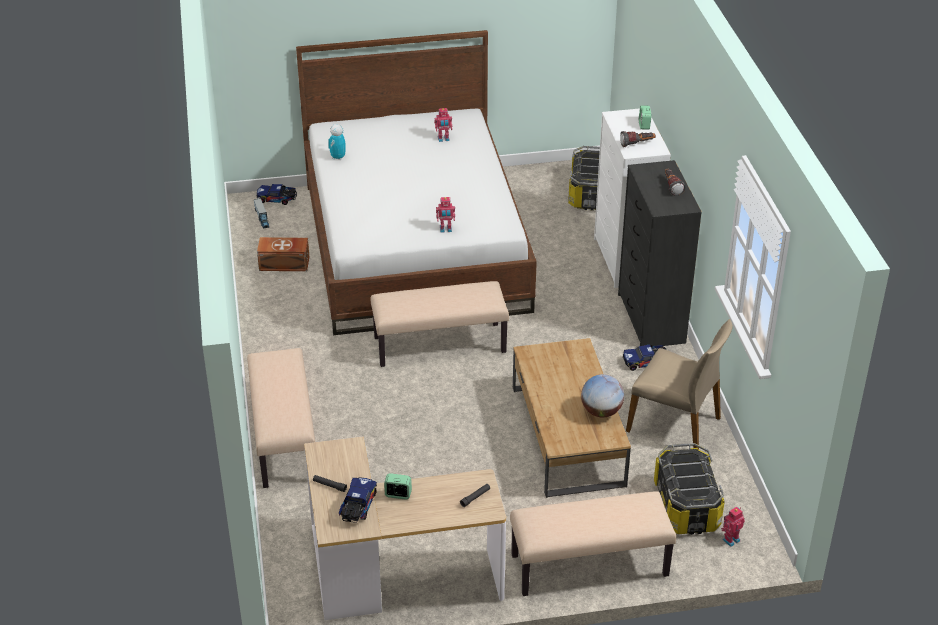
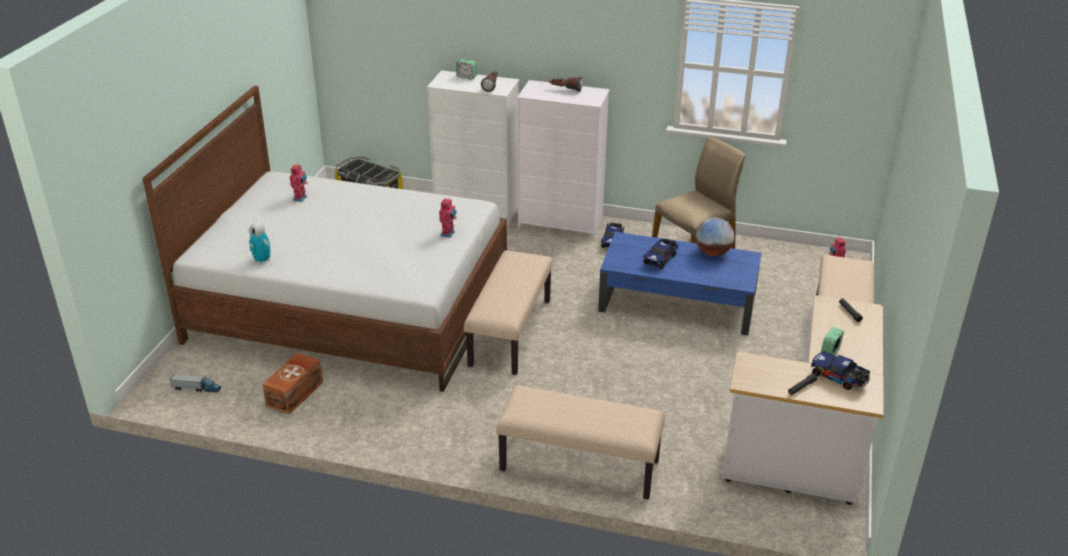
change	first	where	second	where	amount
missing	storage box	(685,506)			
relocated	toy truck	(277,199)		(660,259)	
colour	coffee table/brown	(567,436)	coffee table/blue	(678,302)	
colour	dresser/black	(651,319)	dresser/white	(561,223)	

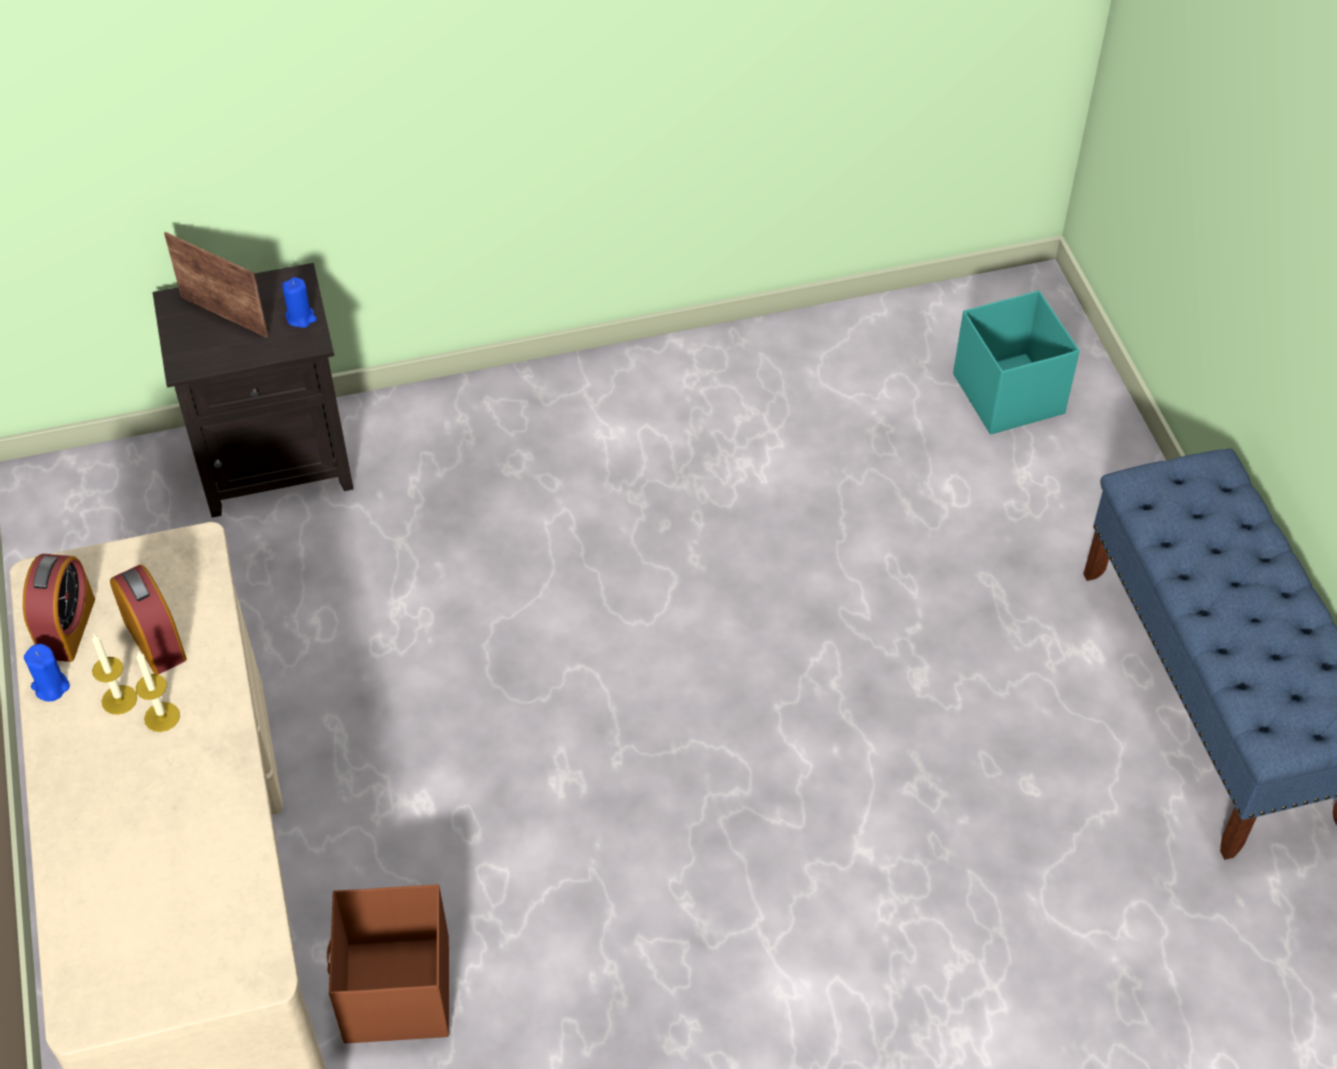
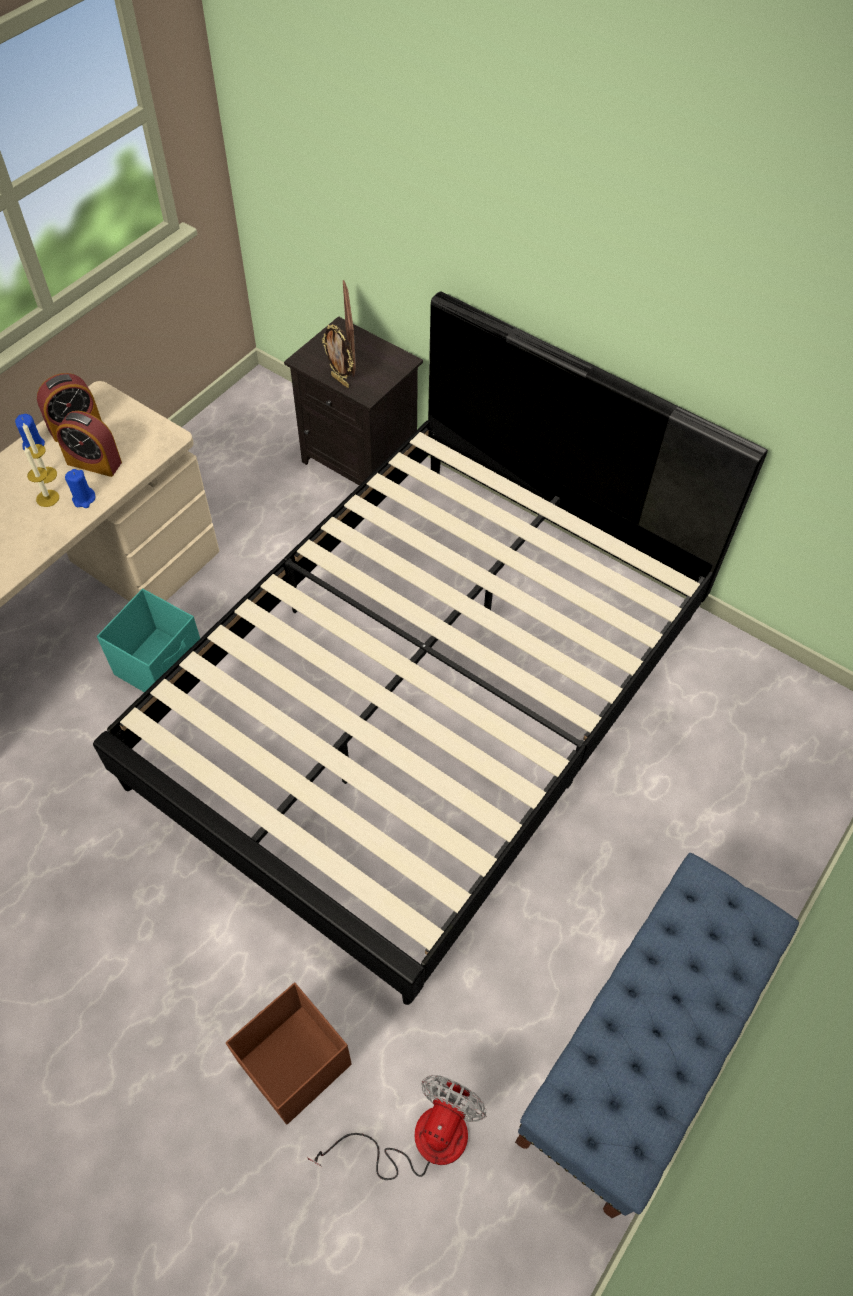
change	first	where	second	where	amount
appeared			bed/black	(426,696)	
appeared			fan	(420,1140)	
appeared			picture frame	(341,381)	
relocated	candle/blue	(301,317)		(84,499)	
relocated	storage box/brown	(396,992)		(293,1064)	
relocated	storage box/turquoise	(1008,393)		(161,665)	
spun	alarm clock	(155,640)		(94,463)	90 degrees clockwise

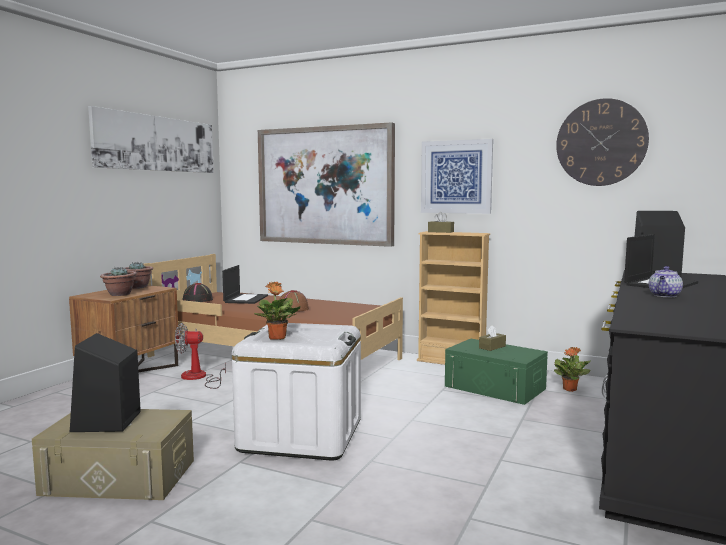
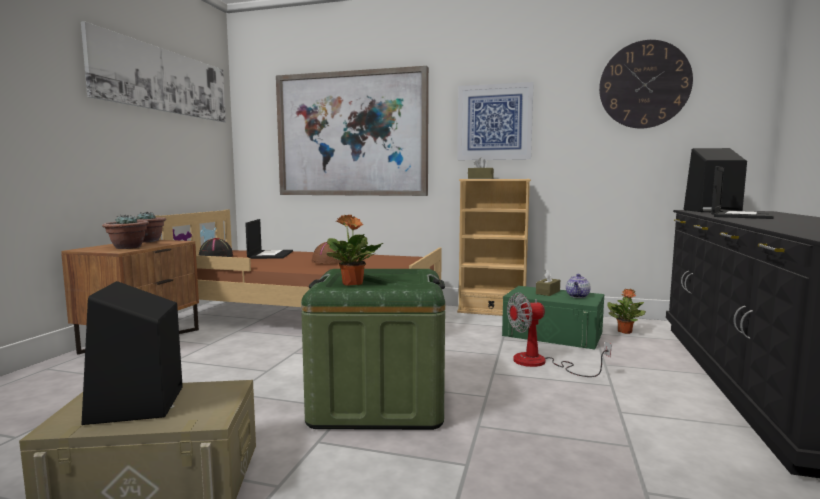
change	first	where	second	where	amount
relocated	fan	(198,378)		(541,363)	
relocated	teapot	(664,295)		(577,296)	
colour	storage box/white	(301,435)	storage box/green	(378,400)	

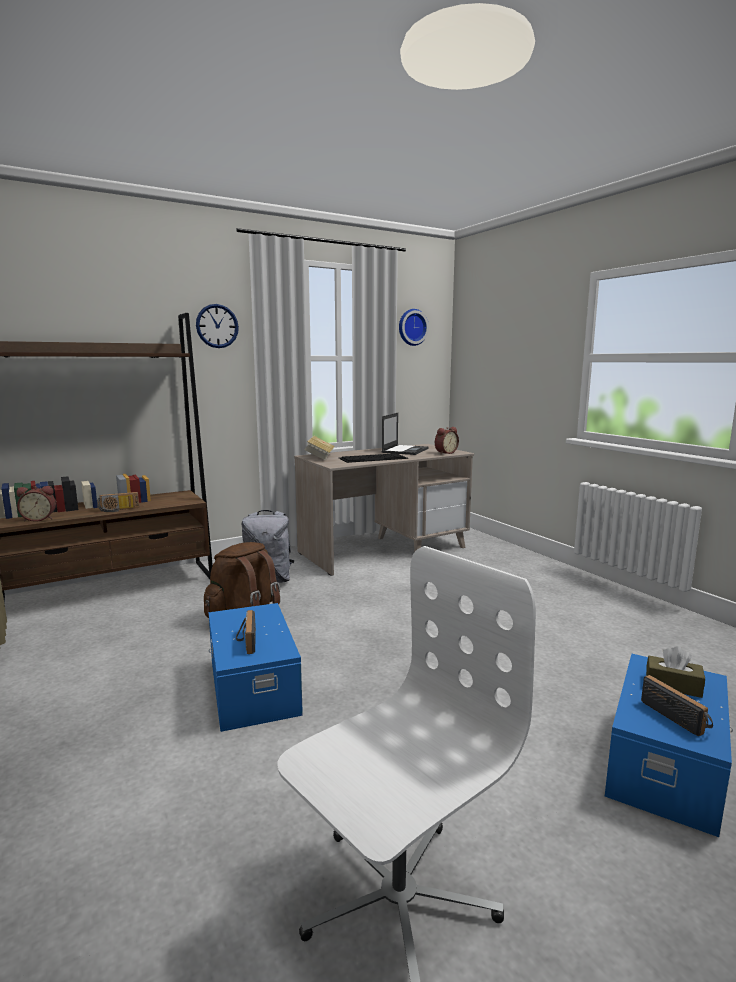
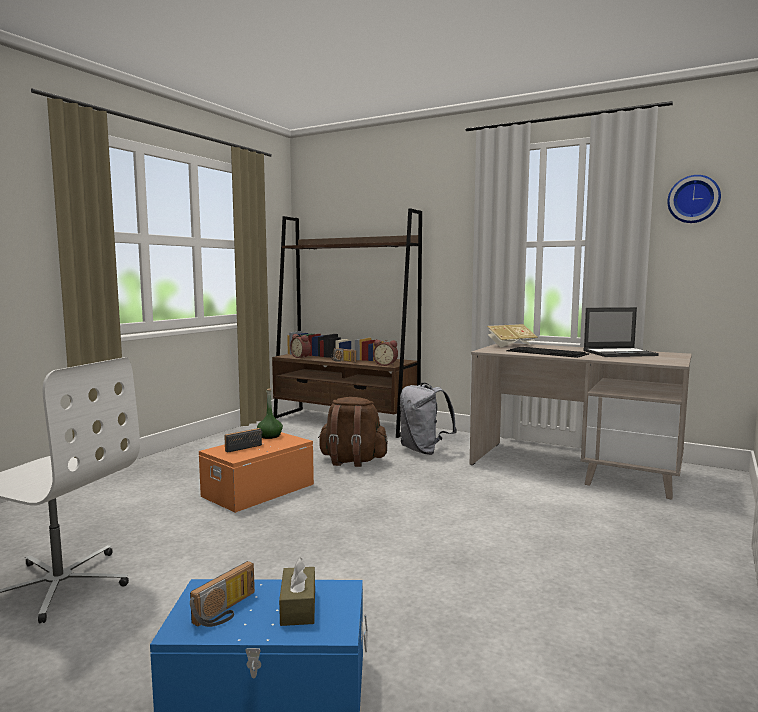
change	first	where	second	where	amount
missing	wall clock	(217,326)			
appeared			bottle/green	(270,436)	
relocated	alarm clock	(445,453)		(386,364)	
colour	storage box/blue	(252,687)	storage box/orange	(257,490)	

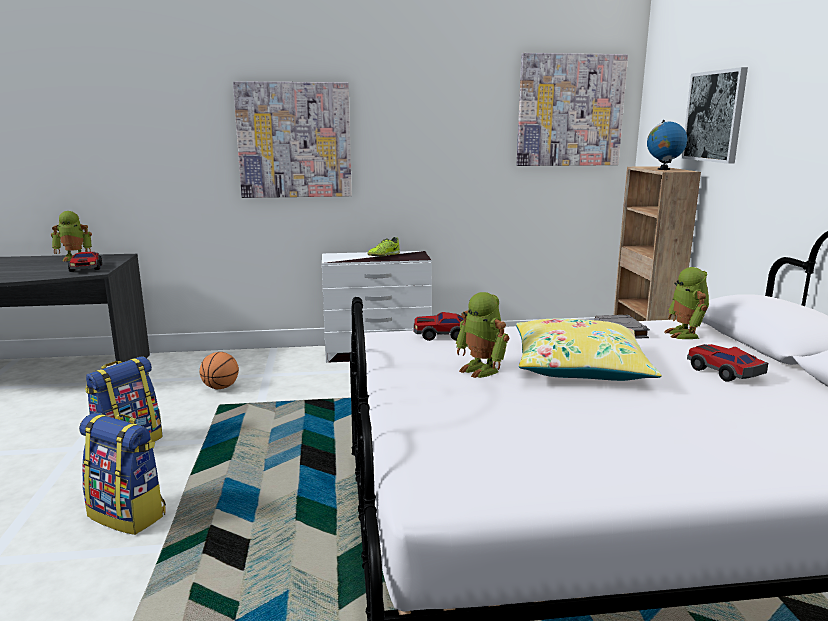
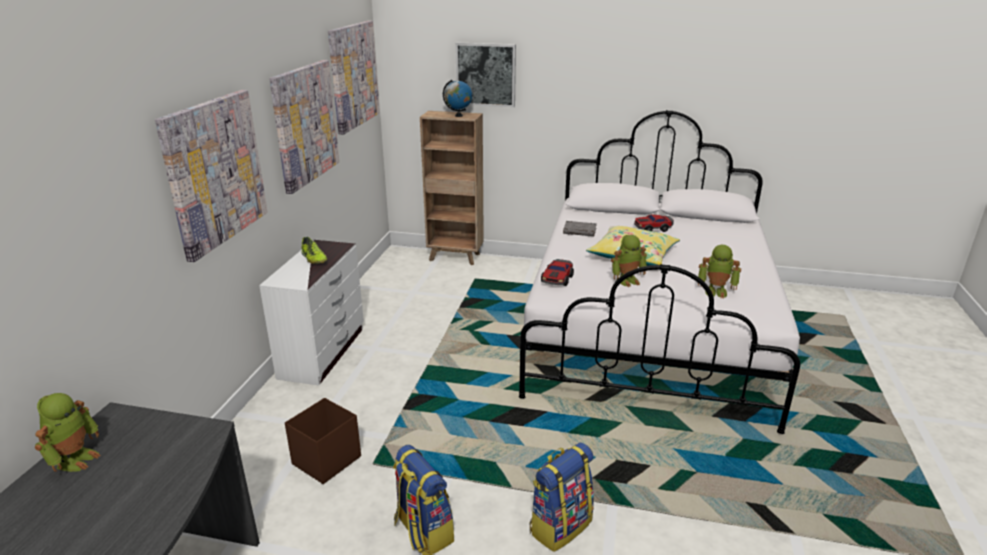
change	first	where	second	where	amount
missing	toy car	(86,268)			
appeared			picture	(304,124)	
relocated	toy robot	(685,334)		(716,291)	
exchanged	basketball	(220,388)	storage box/brown	(325,461)	

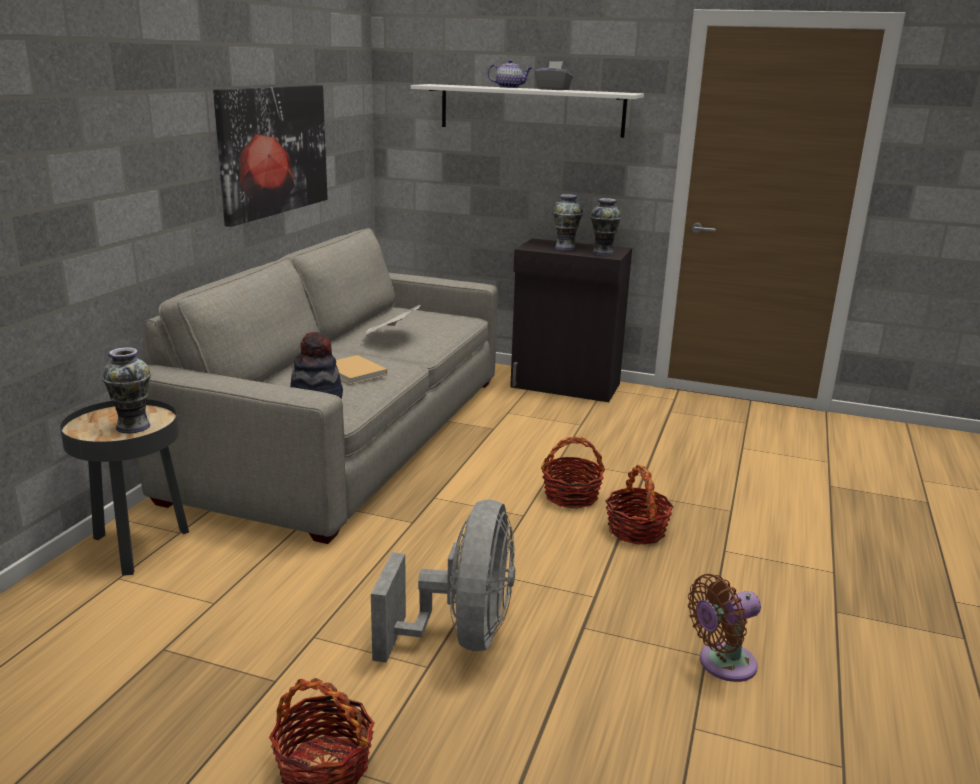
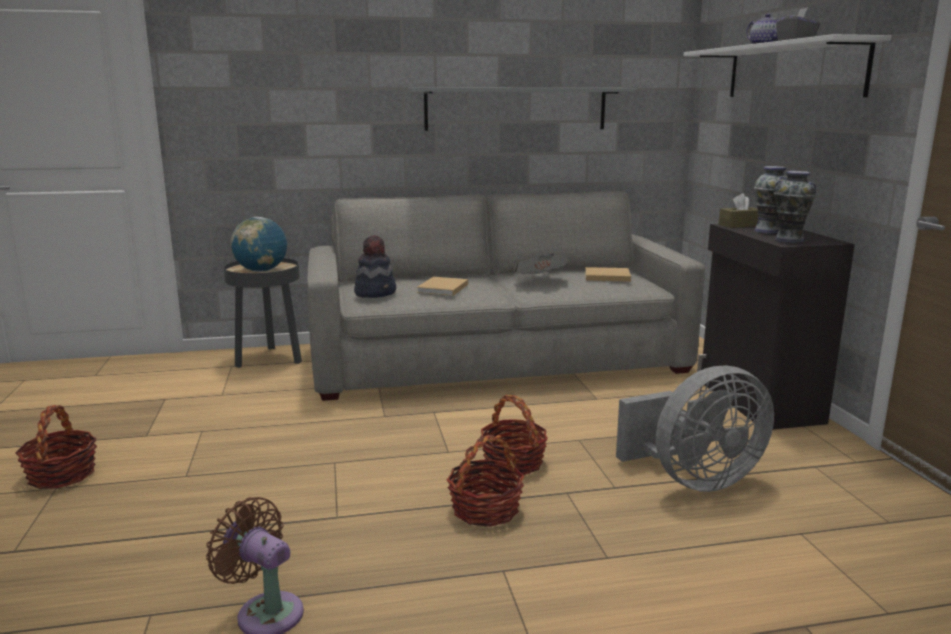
change	first	where	second	where	amount
appeared			book/beige	(605,276)	
appeared			tissue box/brown	(740,225)	
relocated	fan/grey	(461,636)		(694,480)	
exchanged	vase	(132,426)	globe	(261,271)	
exchanged	picture	(273,150)	shelf/grey	(516,109)	

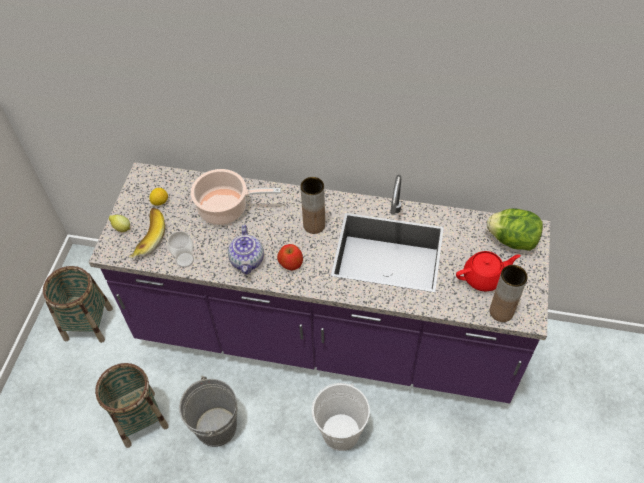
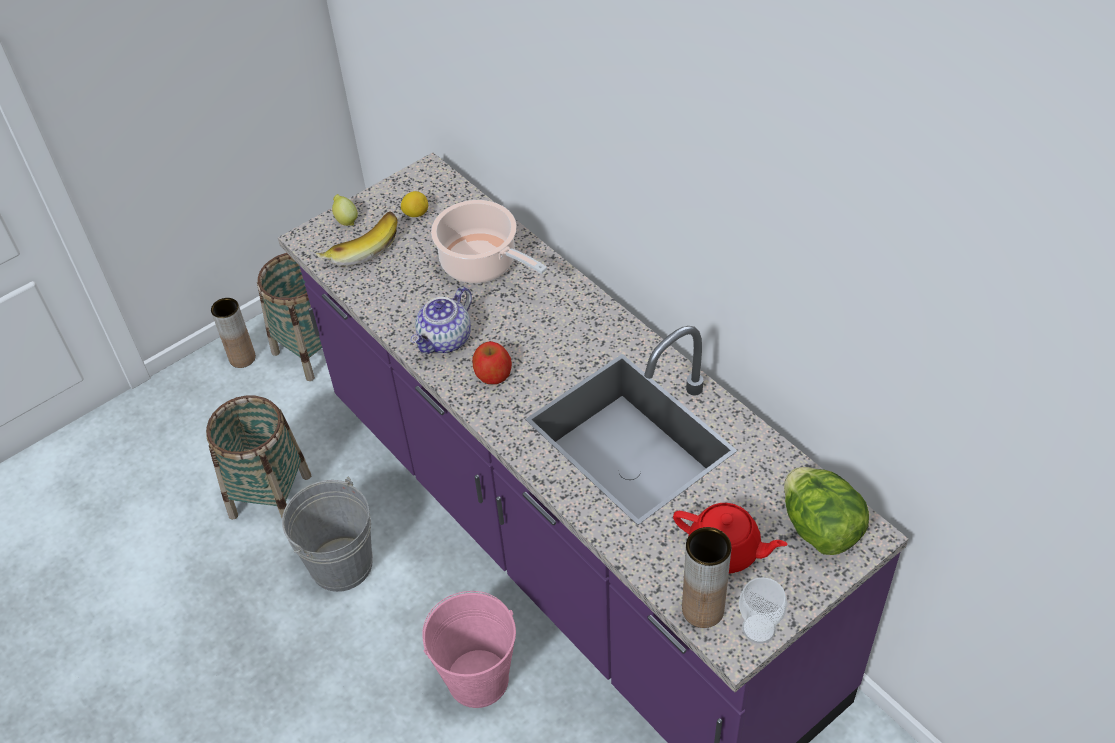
change	first	where	second	where	amount
relocated	cup	(185,260)		(758,628)	
relocated	vase/brown	(314,225)		(242,358)	
colour	bucket/white	(341,432)	bucket/pink	(478,679)	

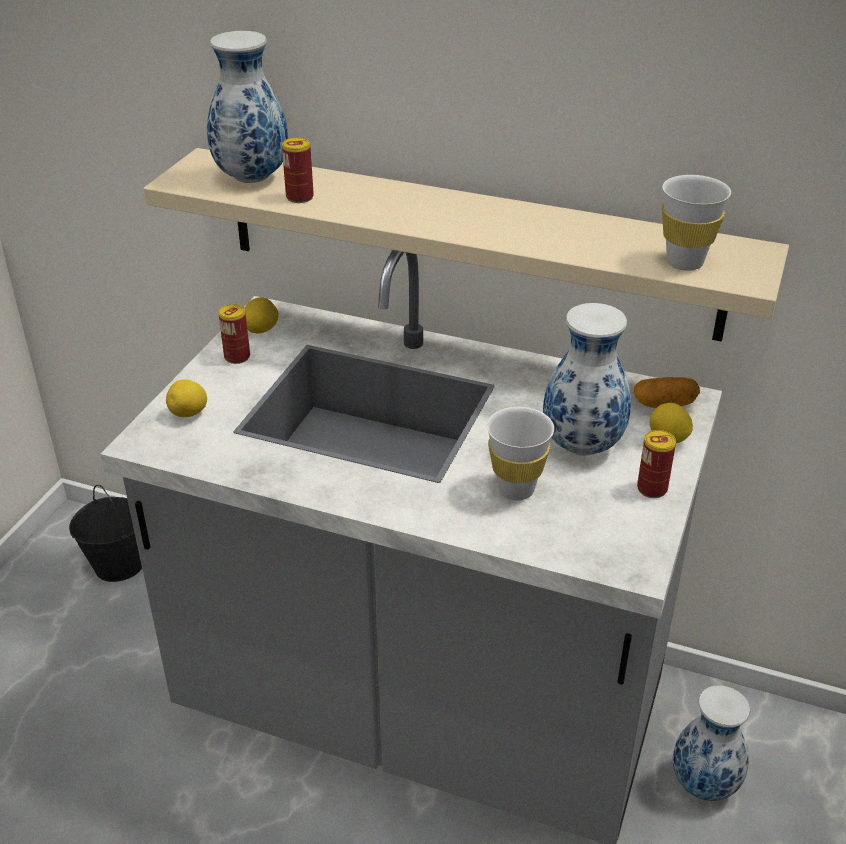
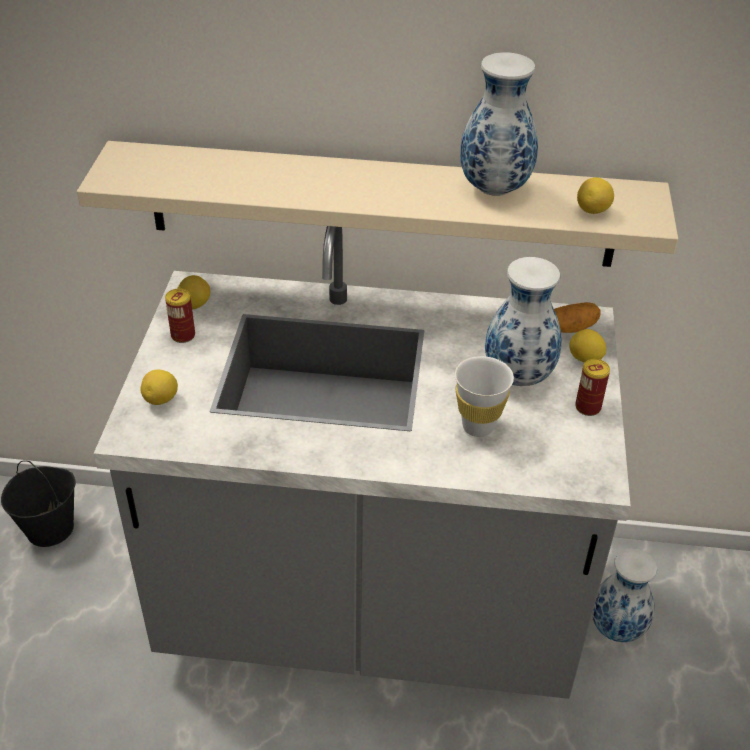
change	first	where	second	where	amount
missing	can	(299,197)			
relocated	vase	(251,177)		(493,188)	
exchanged	cup/white	(684,262)	lemon	(593,211)	

